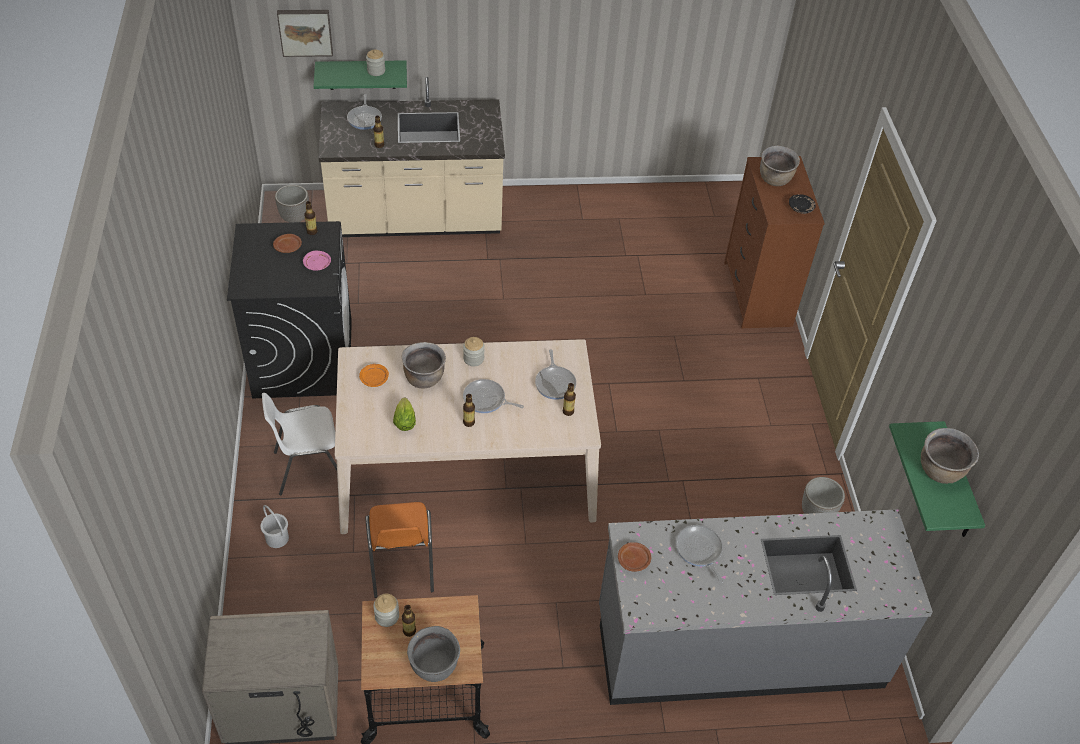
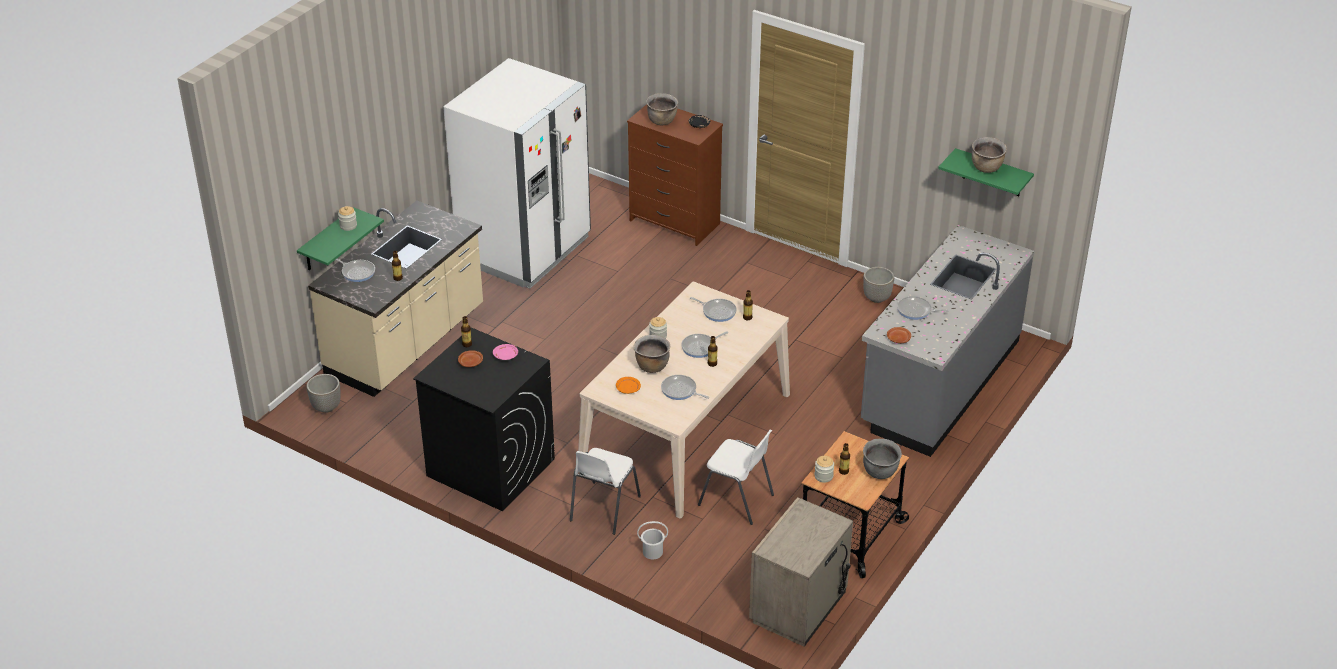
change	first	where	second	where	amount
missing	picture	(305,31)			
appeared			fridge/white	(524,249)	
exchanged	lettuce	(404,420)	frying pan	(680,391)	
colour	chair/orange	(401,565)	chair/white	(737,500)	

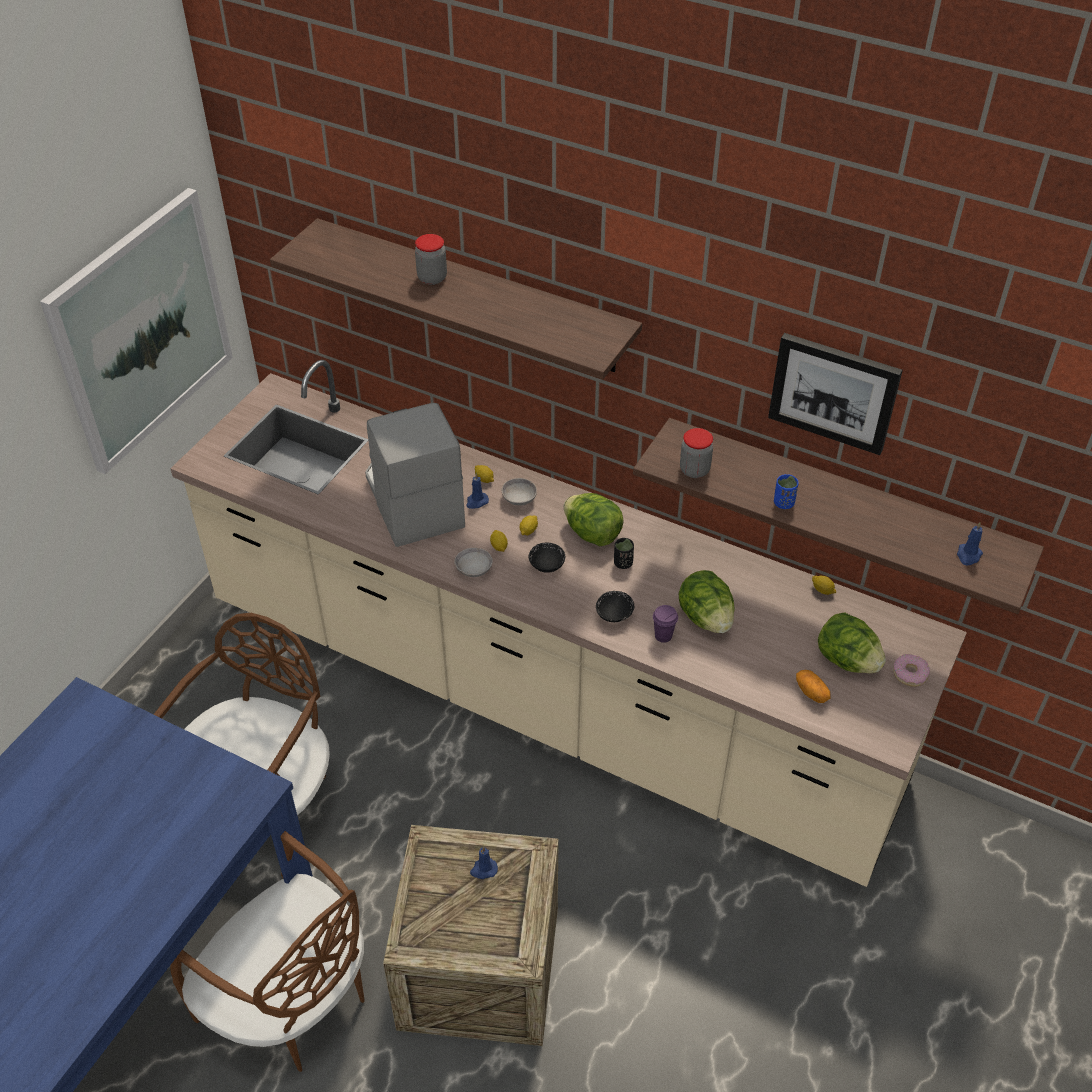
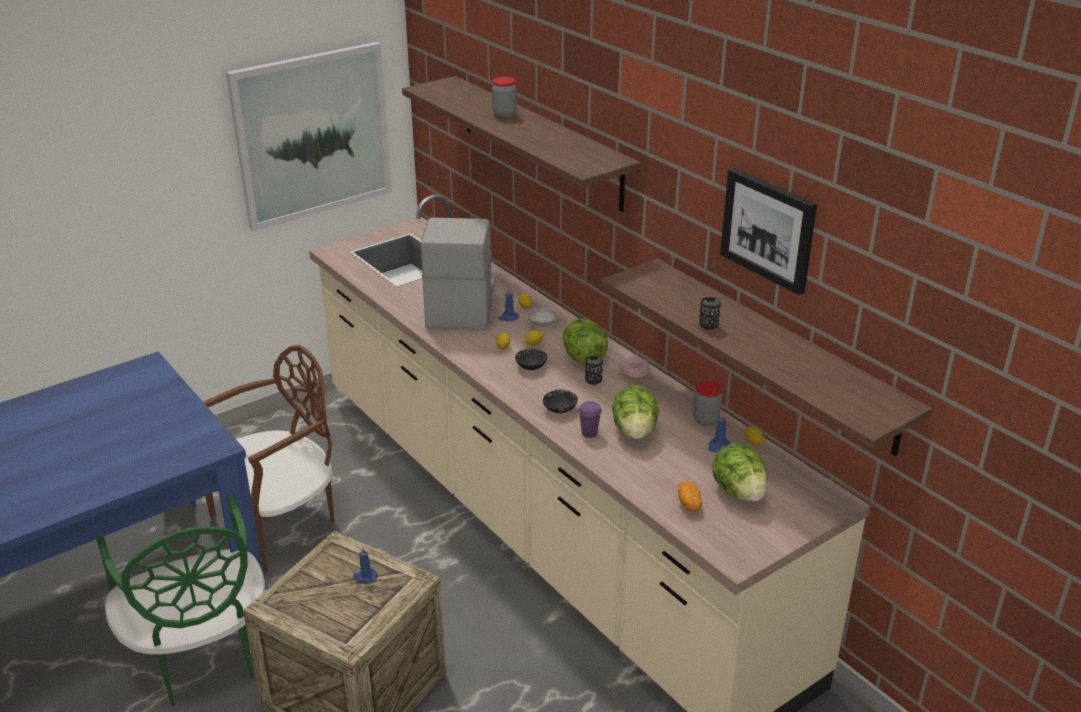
change	first	where	second	where	amount
missing	bowl/grey	(473,570)			
relocated	jar	(694,470)		(705,419)	
relocated	donut	(910,674)		(635,371)	
relocated	candle/blue	(968,555)		(718,446)	
colour	chair/brown	(291,1002)	chair/green	(200,657)	
colour	cup/blue	(783,503)	cup/black	(708,326)	

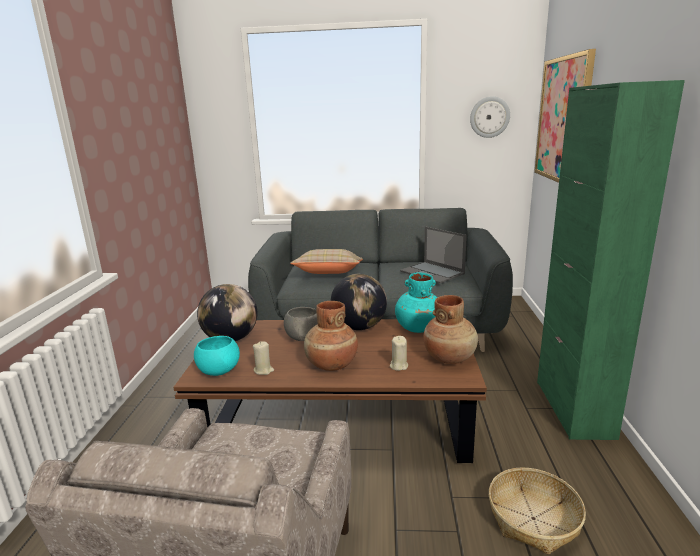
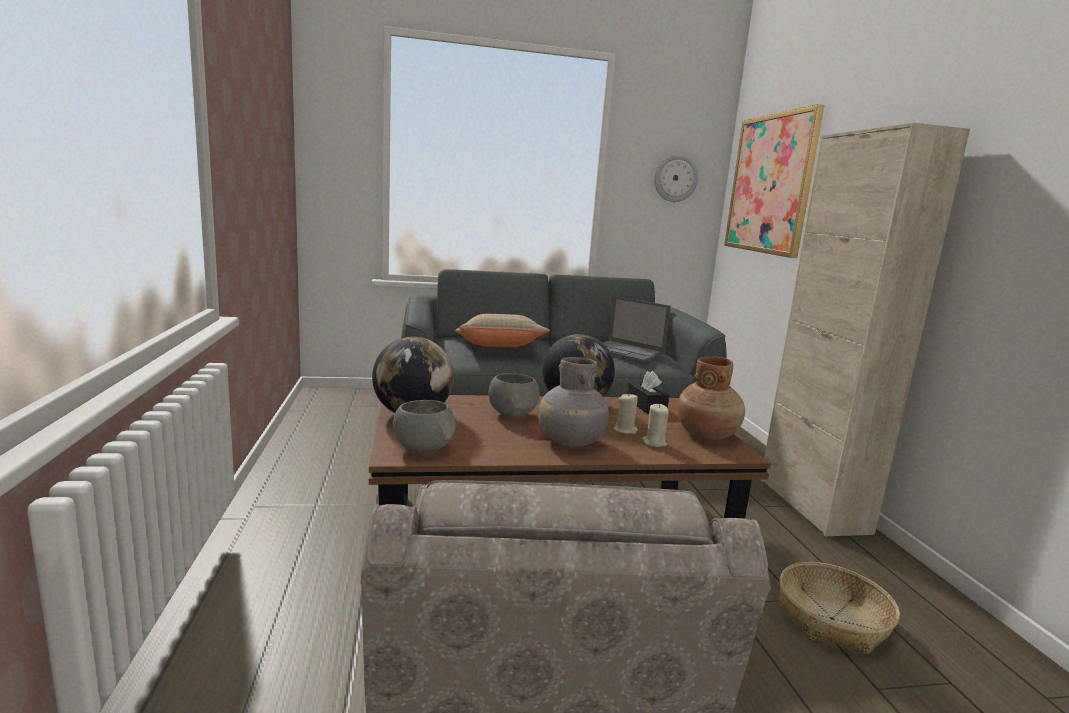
change	first	where	second	where	amount
relocated	candle/beige	(263,370)		(625,430)	
exchanged	vase/turquoise	(417,328)	tissue box/black	(646,406)	
colour	bowl/turquoise	(218,371)	bowl/grey	(422,448)	
colour	vase/brown	(331,364)	vase/grey	(570,441)	
colour	cabinet/green	(573,408)	cabinet/beige	(812,505)	

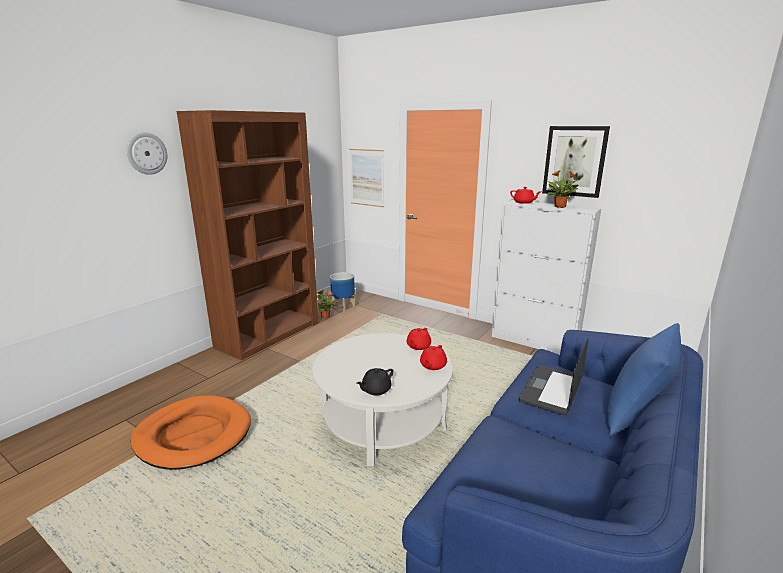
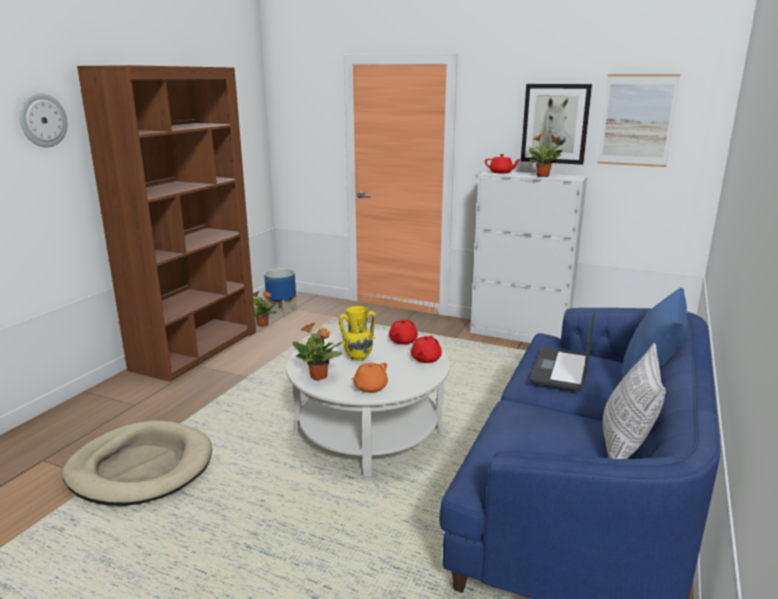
change	first	where	second	where	amount
appeared			potted plant	(319,377)	
appeared			vase/yellow	(358,357)	
appeared			pillow	(624,449)	
relocated	picture	(367,177)		(637,120)	
colour	dog bed/orange	(193,435)	dog bed/beige	(141,468)	
colour	teapot/black	(375,390)	teapot/orange	(370,387)	

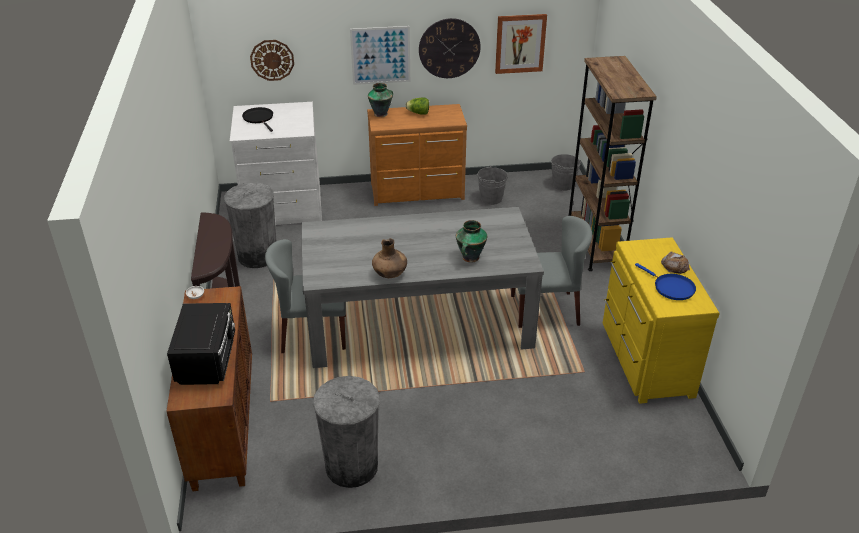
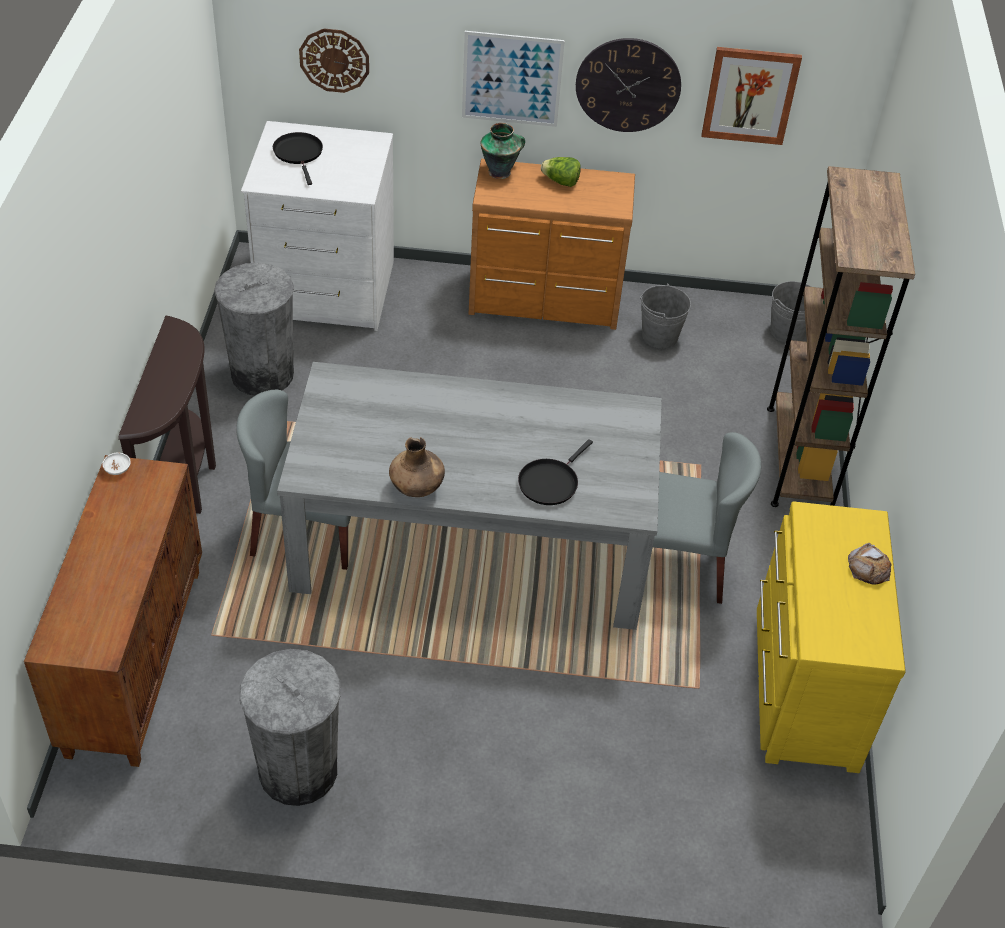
change	first	where	second	where	amount
missing	microwave/black	(208,360)			
missing	frying pan/blue	(671,288)			
exchanged	vase	(470,258)	frying pan/black	(550,482)	

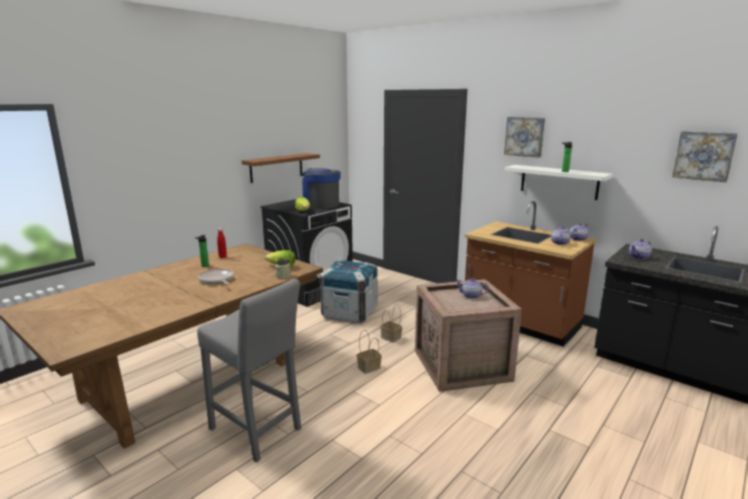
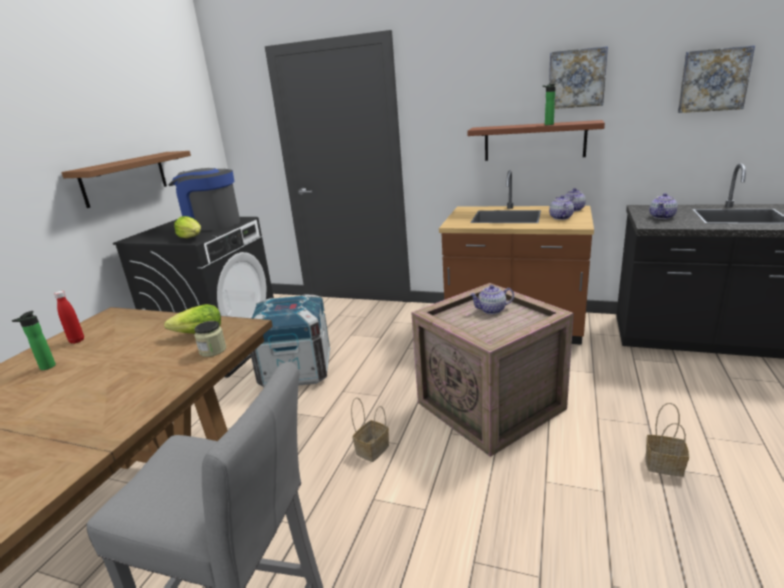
change	first	where	second	where	amount
missing	frying pan	(216,280)			
relocated	basket	(391,338)		(665,465)	
relocated	picture	(524,136)		(576,78)	
colour	shelf/white	(559,182)	shelf/brown	(534,141)	

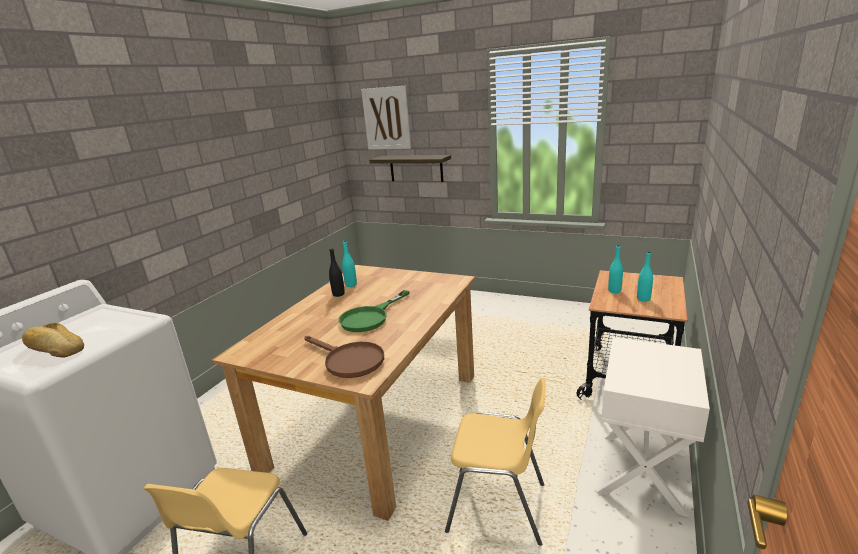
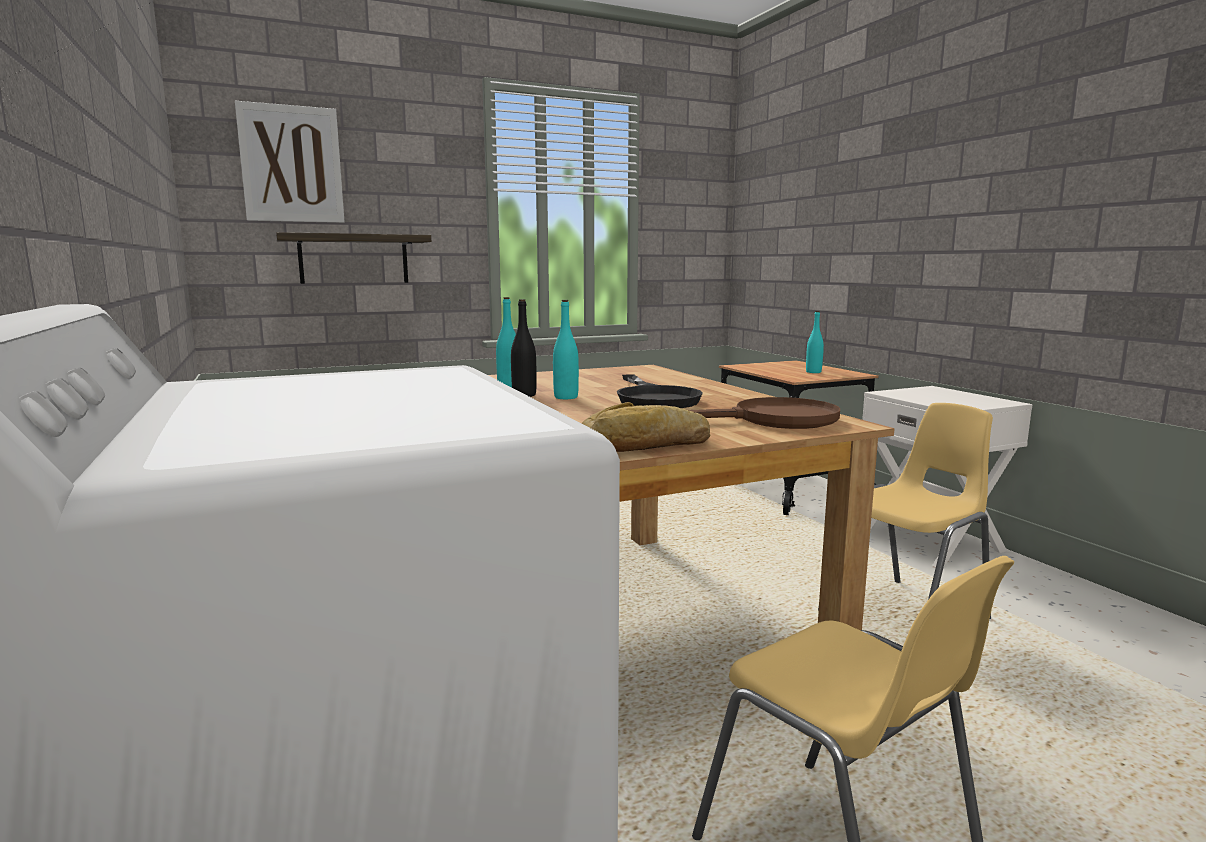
change	first	where	second	where	amount
relocated	bread	(55,348)		(646,445)	
relocated	bottle/turquoise	(614,291)		(566,397)	
colour	frying pan/green	(370,317)	frying pan/black	(654,398)	

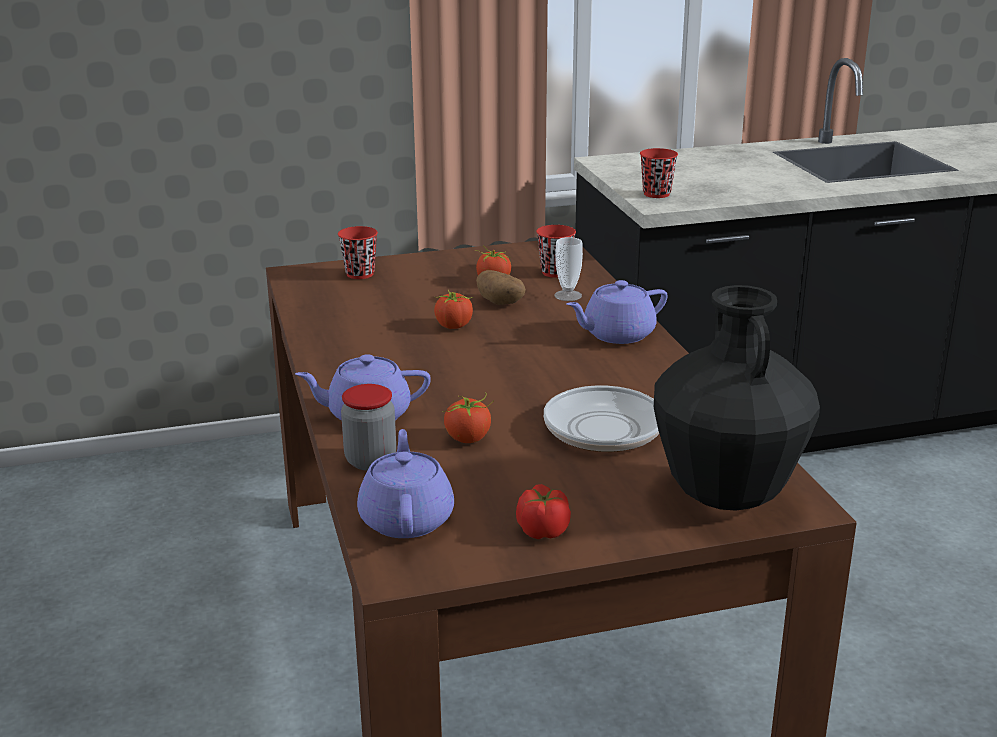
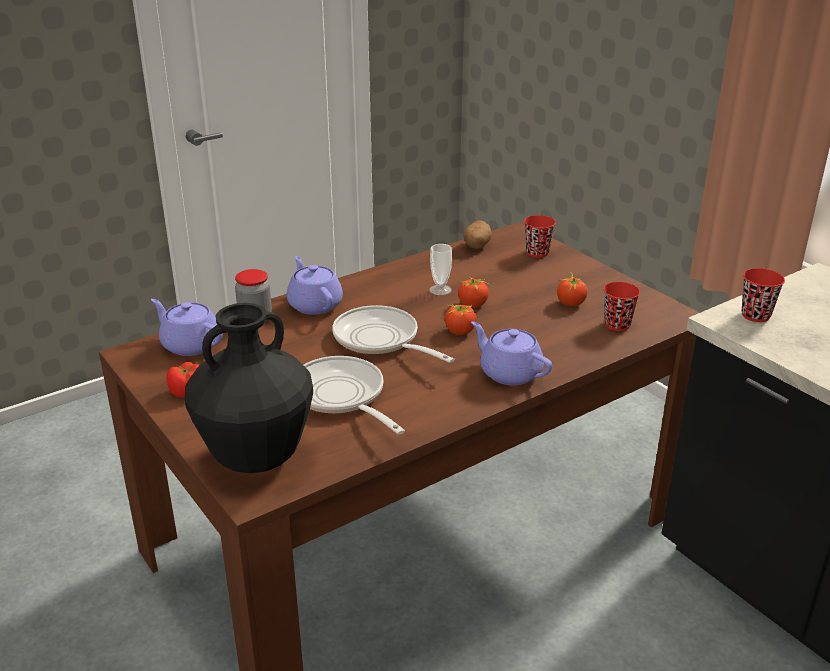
change	first	where	second	where	amount
appeared			frying pan	(381,340)	
relocated	tomato	(468,438)		(460,331)	
relocated	potato	(501,303)		(476,246)	
relocated	cup	(568,295)		(440,290)	
spun	teapot/purple	(406,518)		(190,344)	120 degrees counterclockwise

